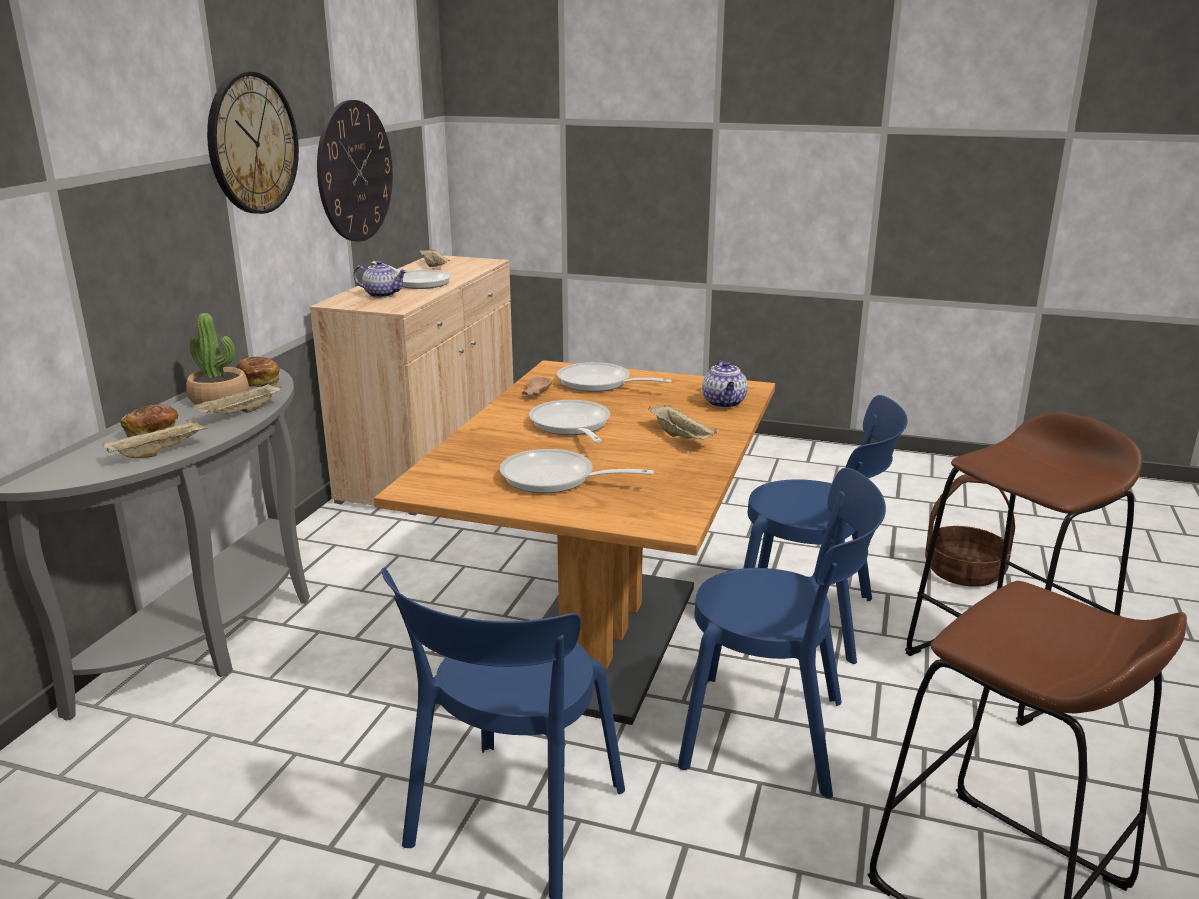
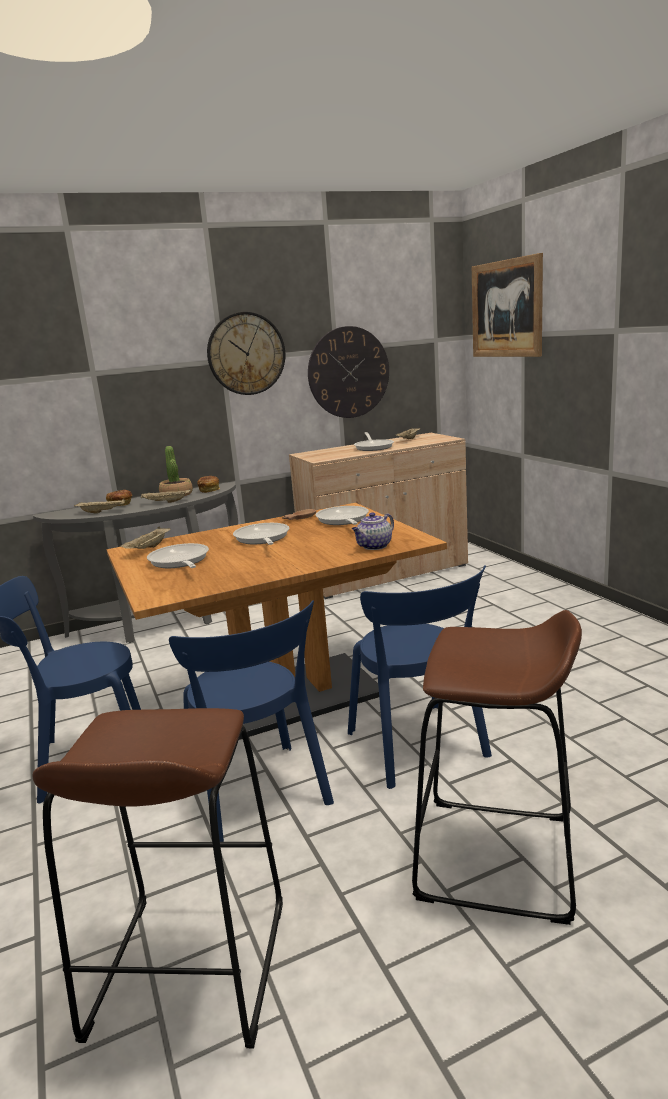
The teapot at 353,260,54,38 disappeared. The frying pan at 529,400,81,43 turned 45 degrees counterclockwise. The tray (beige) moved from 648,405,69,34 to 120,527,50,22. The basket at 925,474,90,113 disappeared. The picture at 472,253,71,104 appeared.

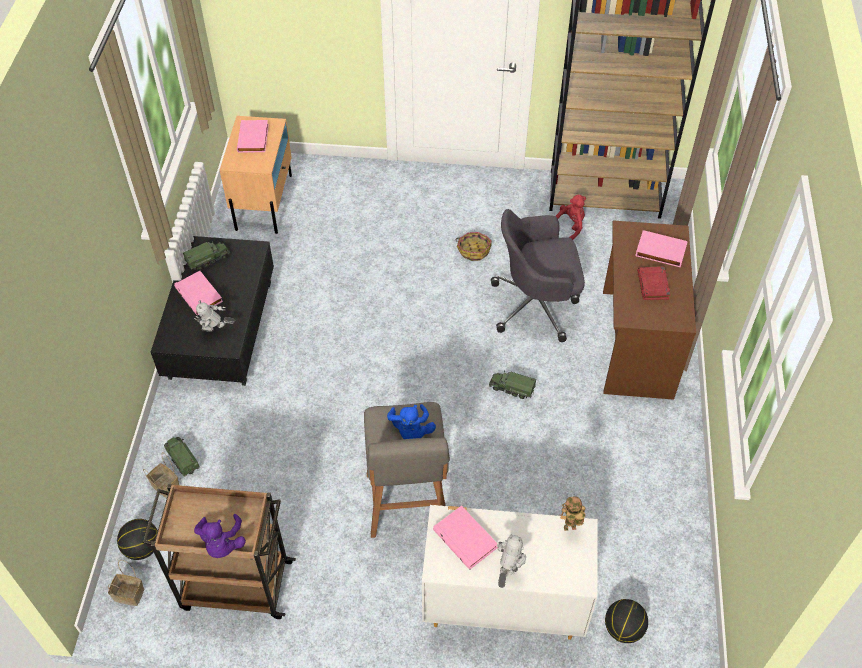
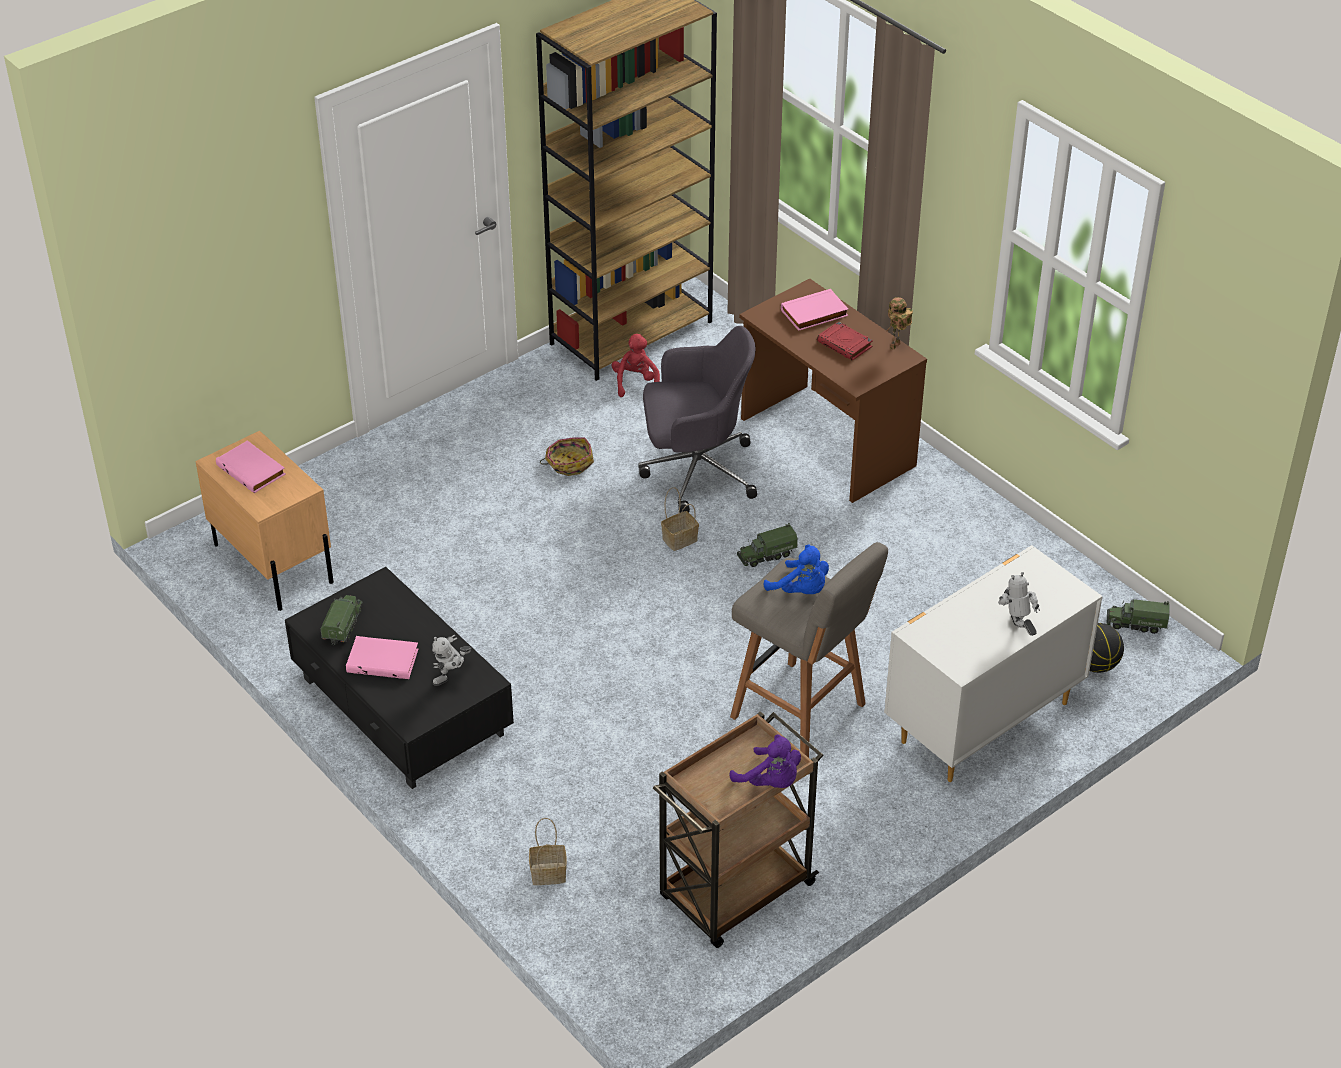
The office chair (grey) at 491,209,94,133 turned 135 degrees counterclockwise. The toy truck moved from 164,437,36,39 to 1107,599,63,35. The toy robot moved from 560,496,25,35 to 886,297,27,53. The book (pink) at 433,505,65,65 disappeared. The basketball at 117,519,41,41 disappeared. The basket moved from 108,560,36,46 to 661,487,38,64.

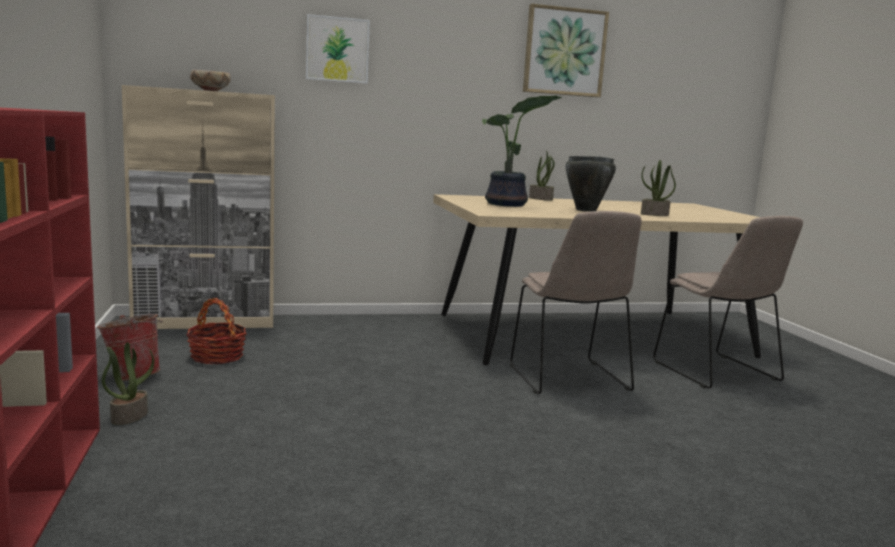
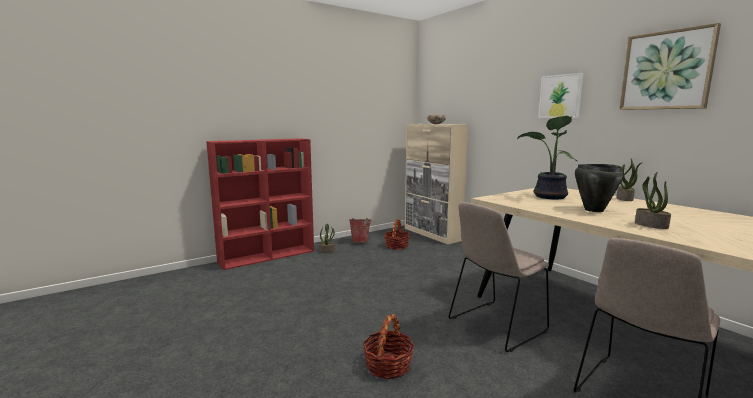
The picture moved from 306,14,64,70 to 538,73,45,45. The basket at 363,314,51,65 appeared.

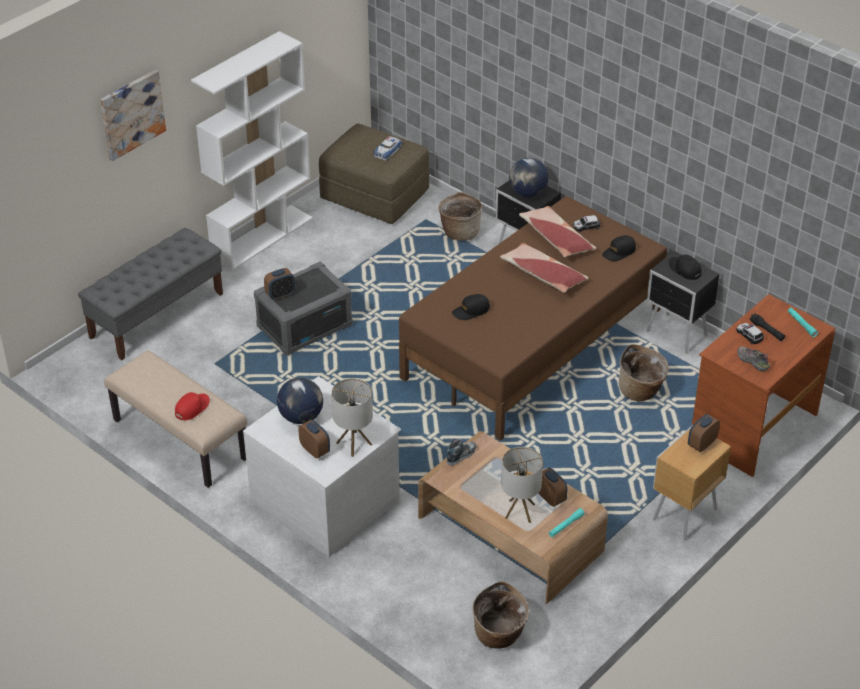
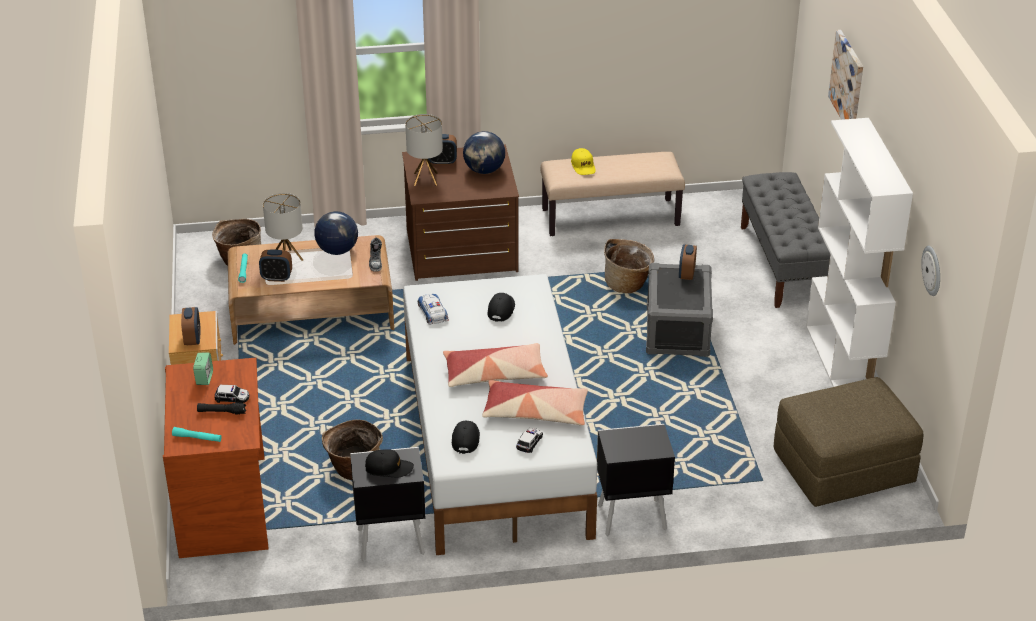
The toy car moved from 374,137,29,24 to 418,294,31,31. The globe moved from 509,158,40,39 to 314,211,44,44. The basket moved from 438,192,44,49 to 604,239,50,54. The bed (brown) at 399,196,268,245 became the bed (white) at 403,274,194,281. The shoe at 738,346,32,25 was replaced by the alarm clock at 193,353,20,32. The dresser (white) at 243,376,158,181 became the dresser (brown) at 402,144,117,137. The cap (red) at 175,392,35,29 became the cap (yellow) at 571,148,25,27. The wall clock at 921,246,19,50 appeared.

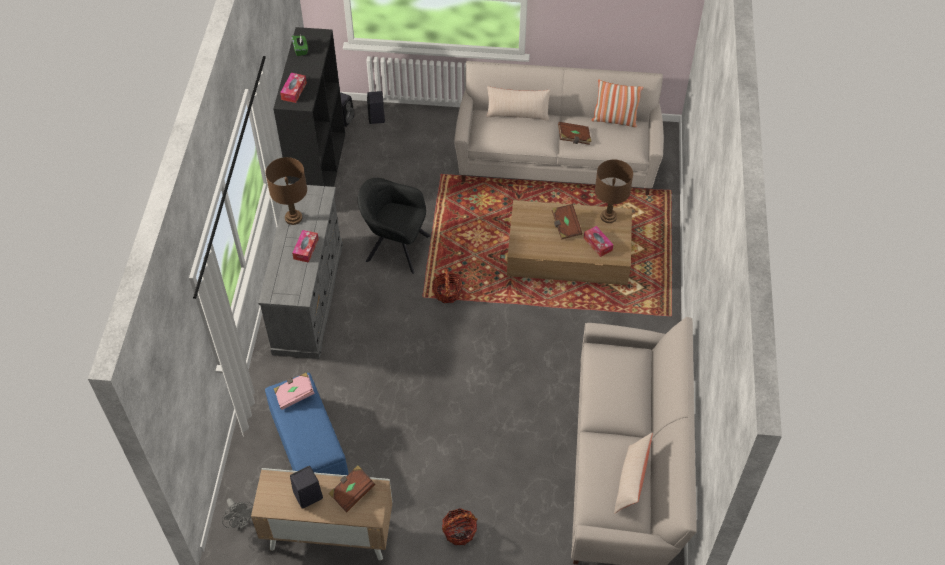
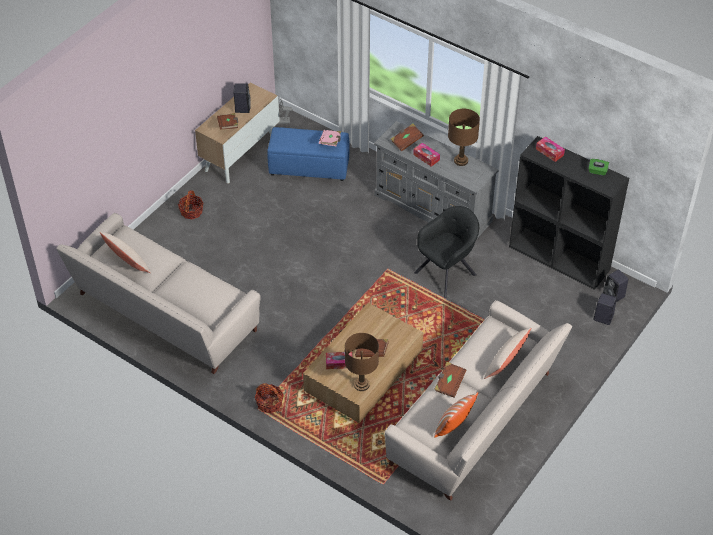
The basket moved from 432,269,31,34 to 255,384,28,29. The book (brown) at 391,124,33,27 appeared.

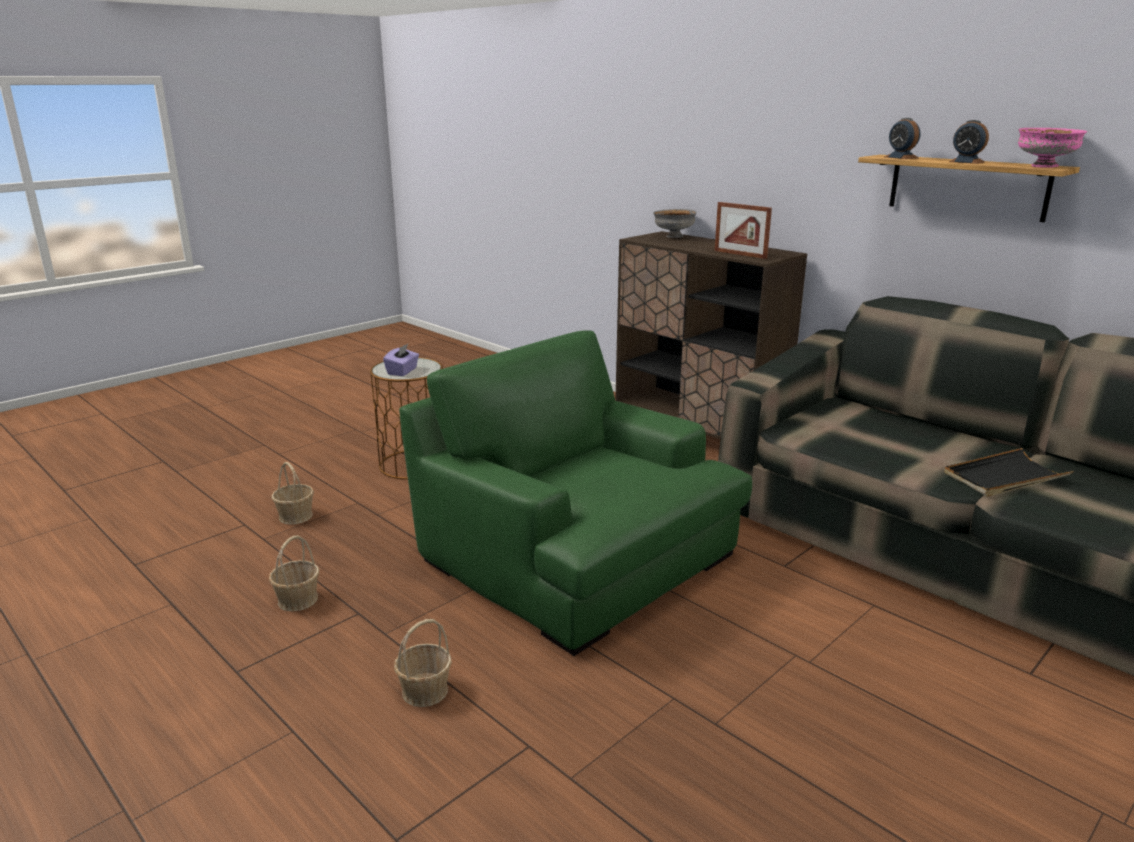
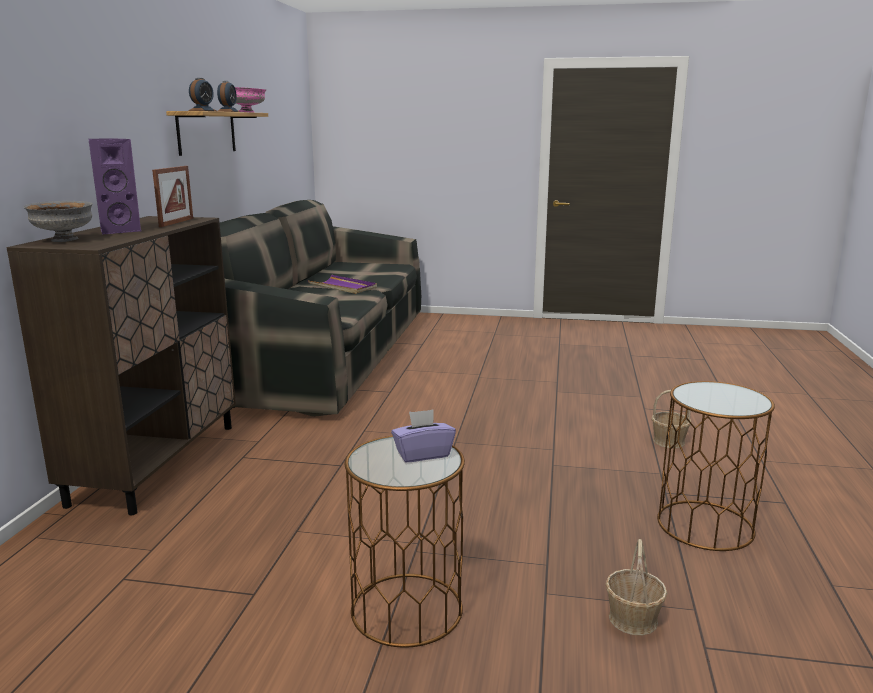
The armchair (green) at 399,330,353,326 disappeared. The tray (black) at 944,448,130,49 became the tray (purple) at 308,275,69,19. The basket at 269,535,50,76 was replaced by the side table (brown) at 657,381,118,170. The speaker (purple) at 88,138,53,97 appeared.

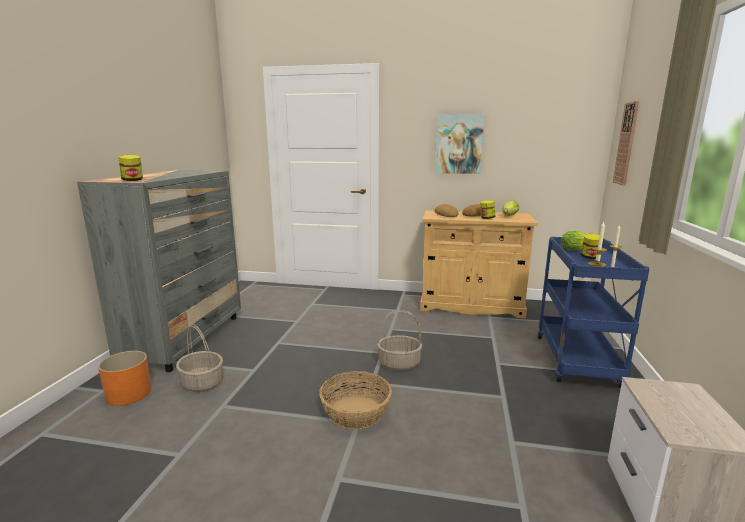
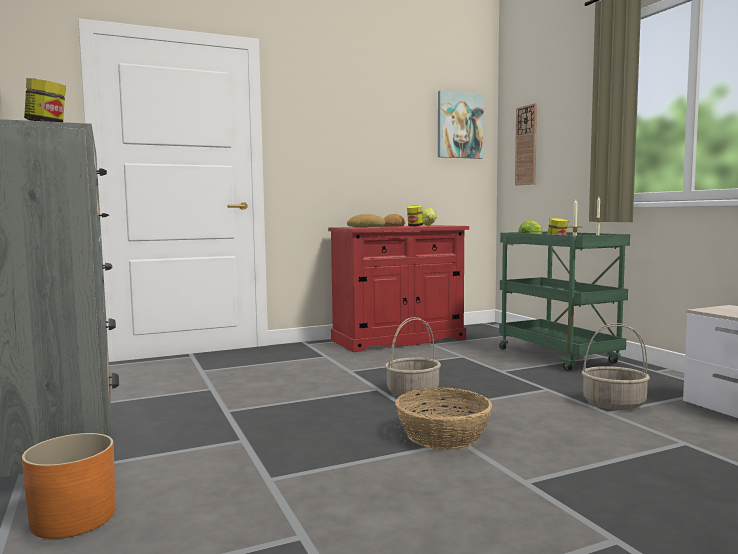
The picture moved from 435,114,50,60 to 438,90,46,69. The cabinet (beige) at 420,210,118,109 became the cabinet (red) at 328,225,141,127. The cart (blue) at 537,237,112,151 became the cart (green) at 499,231,131,140. The basket moved from 176,324,47,68 to 582,323,68,87.

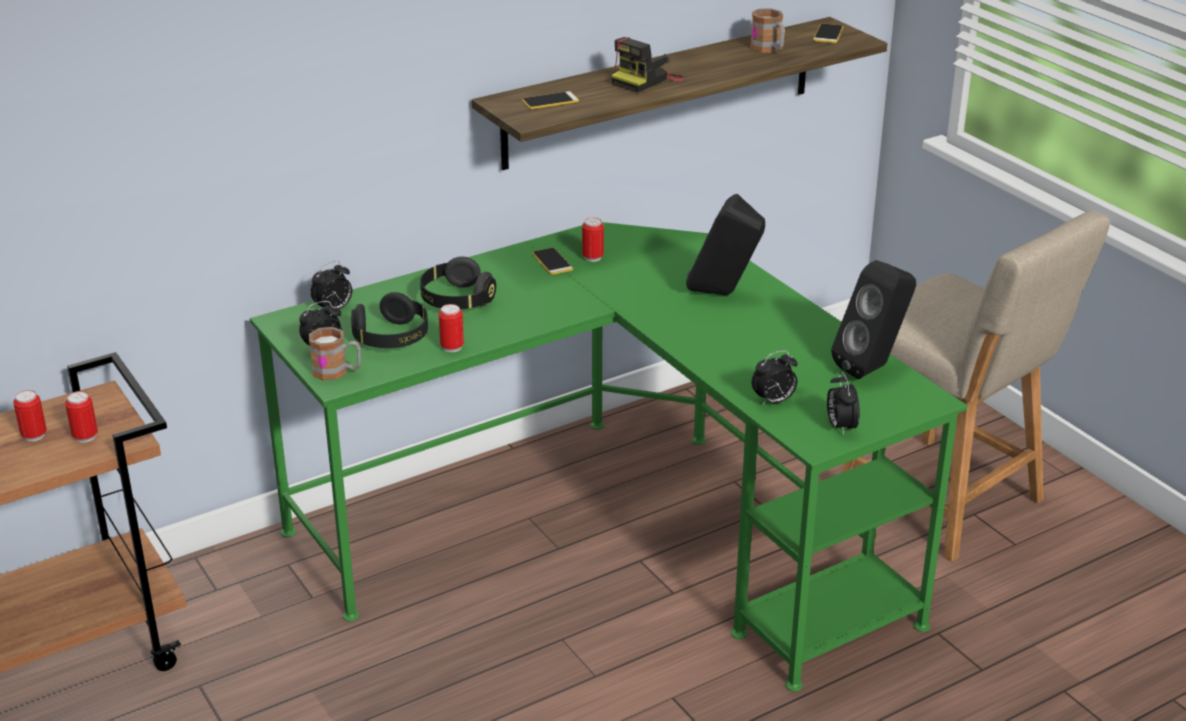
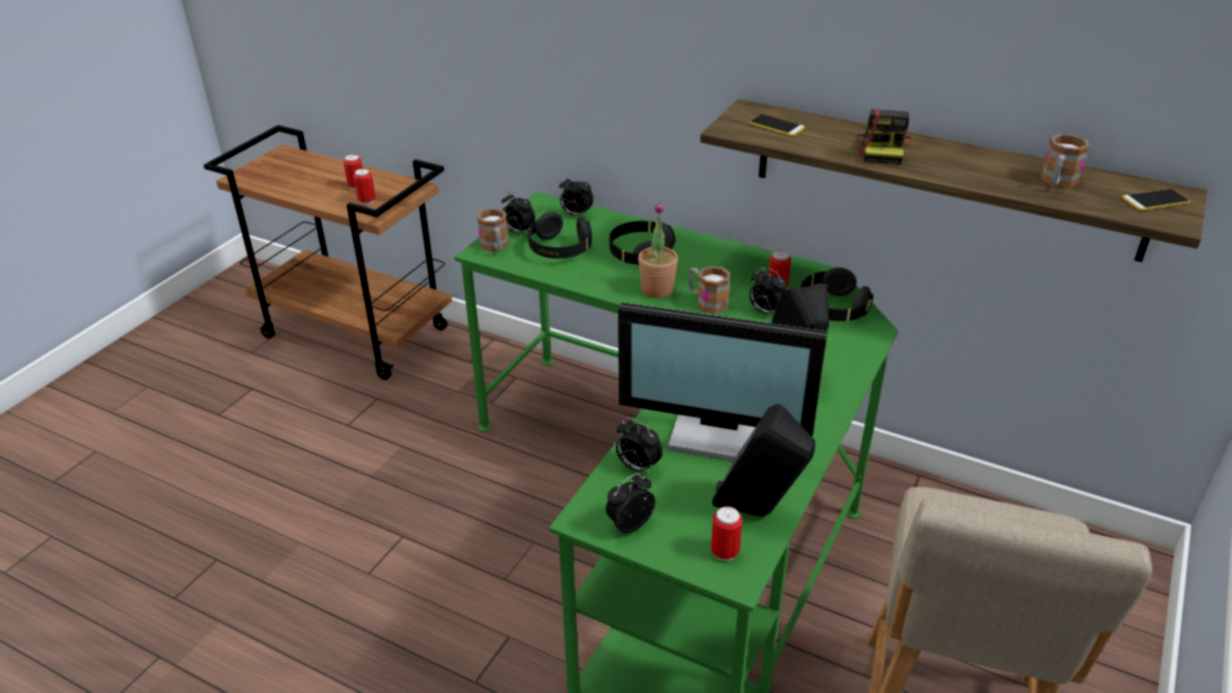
The photo camera at 611,37,73,55 turned 90 degrees counterclockwise. The phone at 532,248,41,27 disappeared. The can moved from 438,304,26,48 to 711,506,31,55. The potted plant at 638,201,40,97 appeared. The mug at 688,266,43,48 appeared. The alarm clock at 749,267,39,46 appeared. The headphones (black) at 800,268,73,53 appeared. The monitor at 618,302,210,159 appeared.

